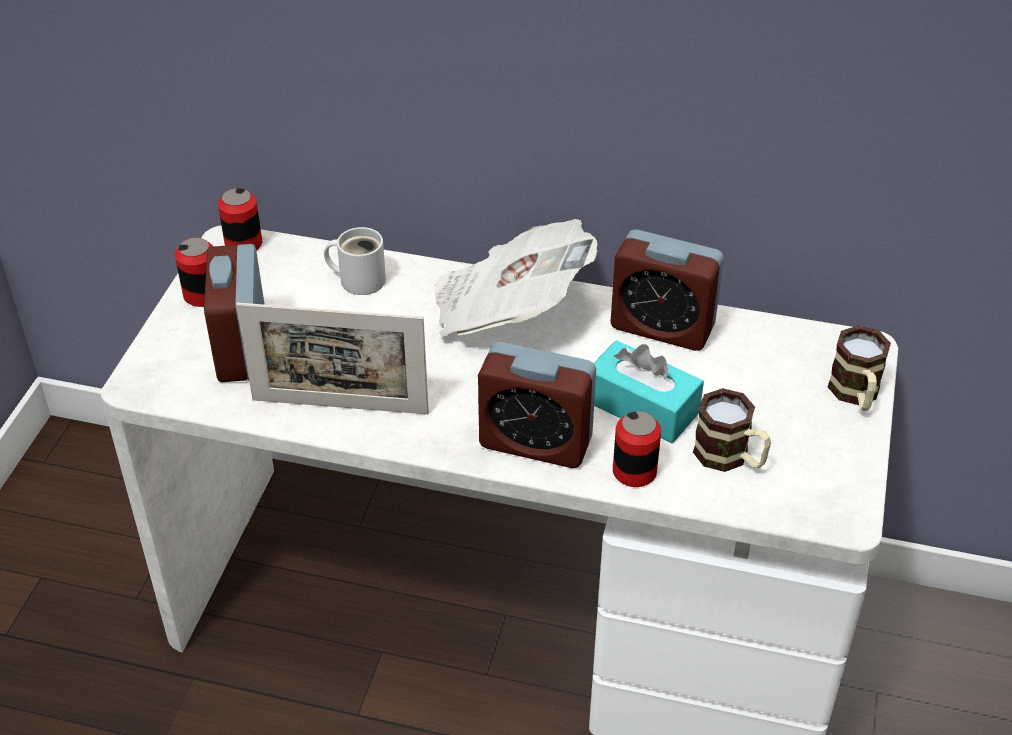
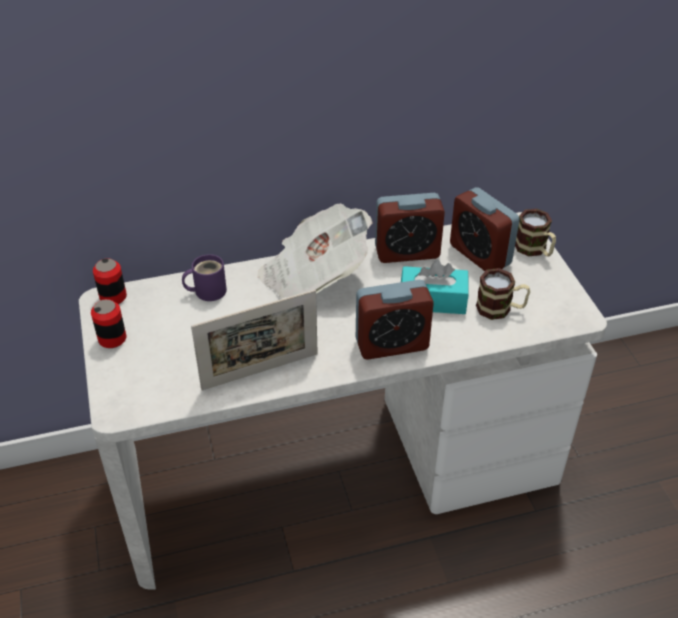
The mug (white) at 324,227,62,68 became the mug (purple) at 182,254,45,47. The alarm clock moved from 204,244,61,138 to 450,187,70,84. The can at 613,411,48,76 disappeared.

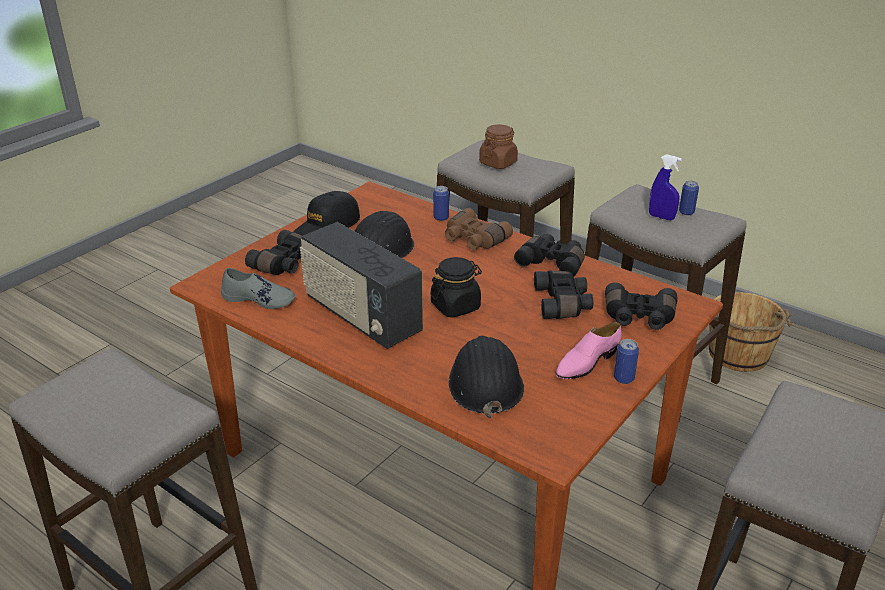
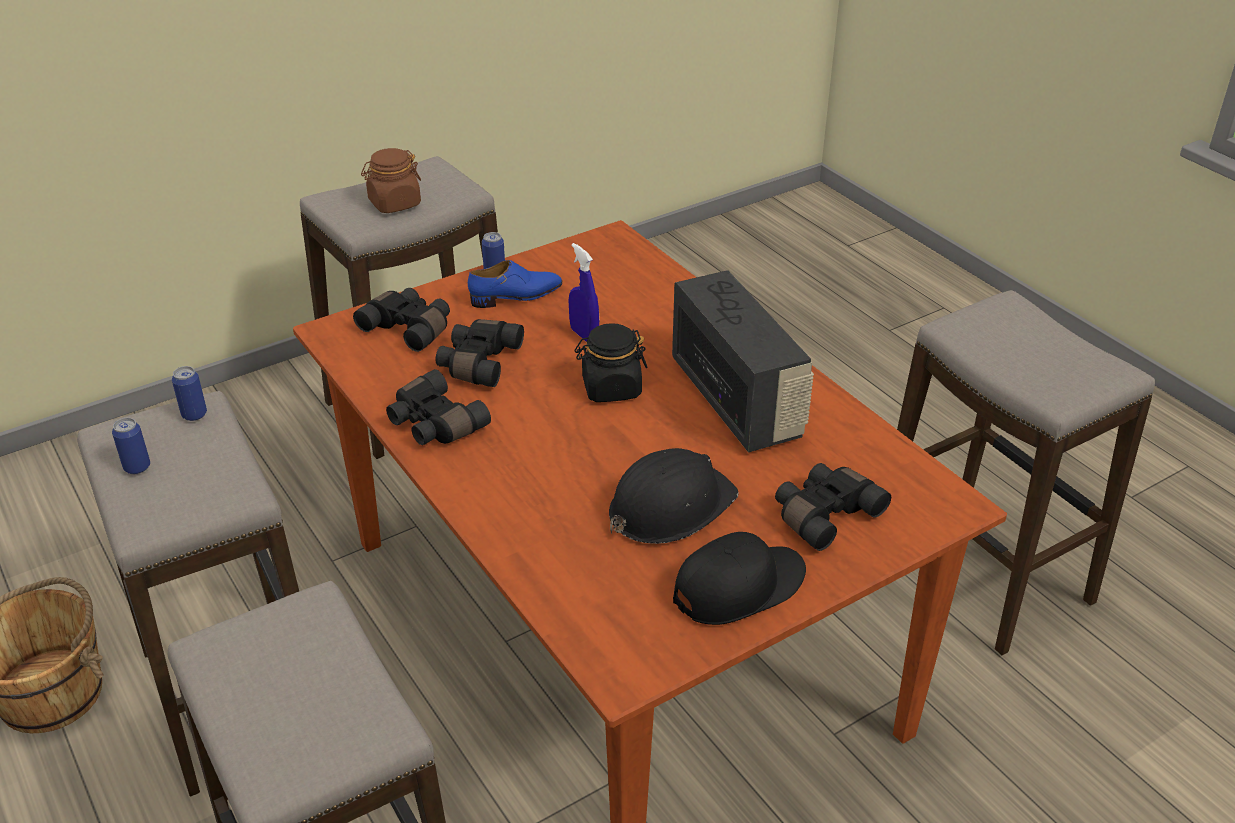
The jar (brown) moved from 479,124,39,45 to 361,148,60,65. The spray bottle (blue) moved from 649,154,33,66 to 569,243,30,99. The can moved from 433,186,16,35 to 172,366,35,55. The binoculars (brown) at 445,208,68,42 disappeared. The shoe (grey) at 221,268,75,41 disappeared. The shoe (pink) at 555,322,67,57 became the shoe (blue) at 468,260,95,48. The hard hat (black) at 449,336,75,82 disappeared.

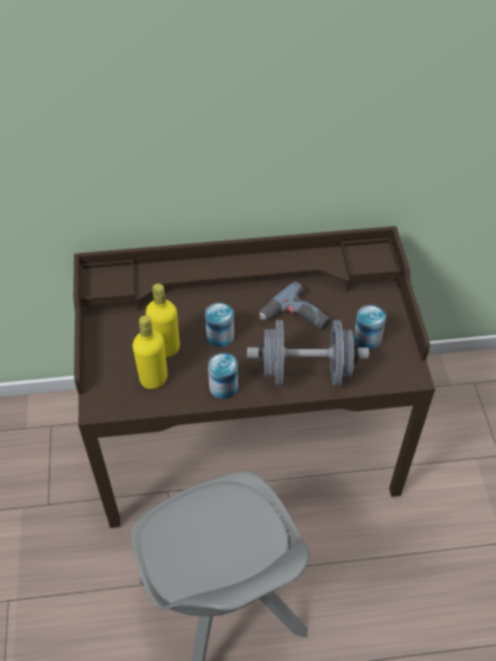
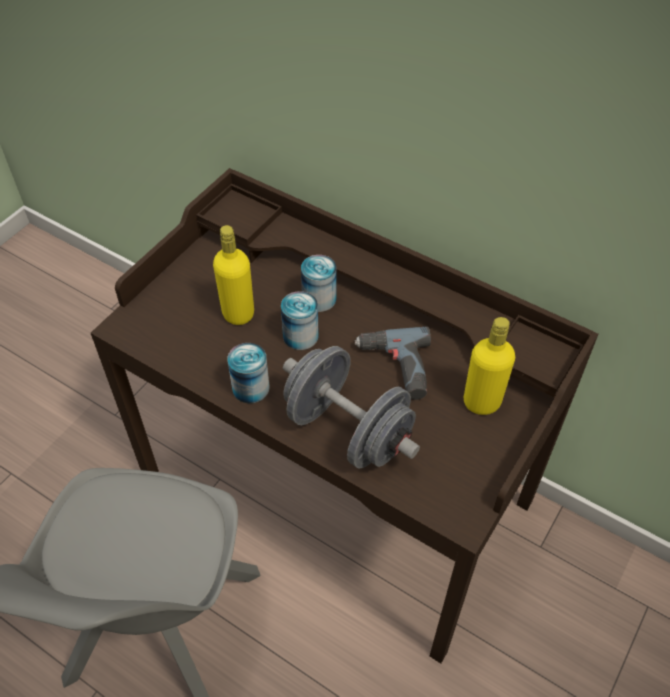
The can moved from 354,305,32,45 to 301,255,35,57. The bottle (yellow) moved from 133,315,35,74 to 464,317,51,98.

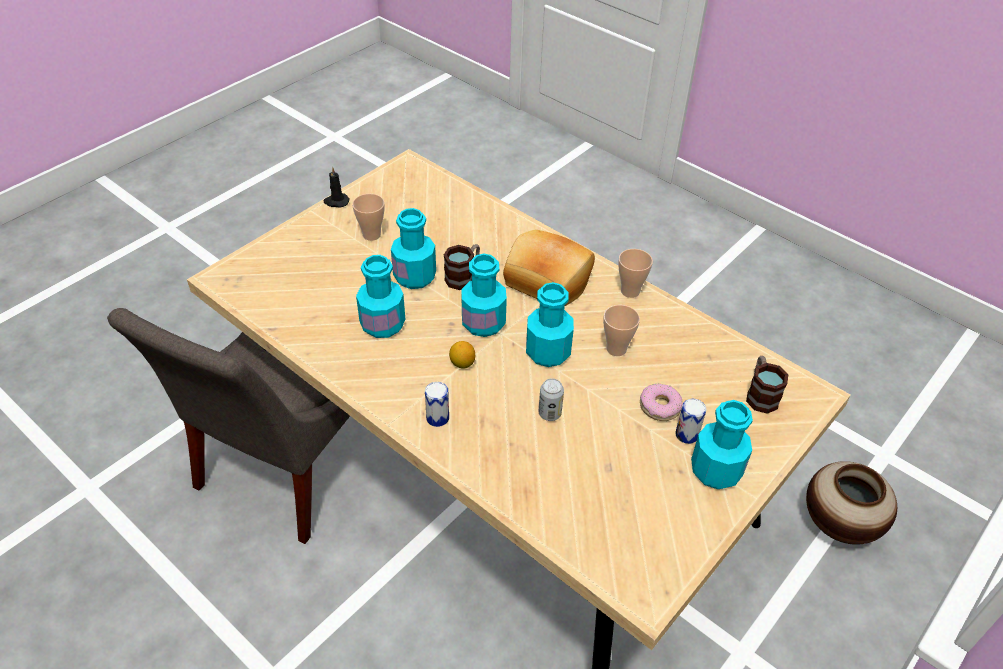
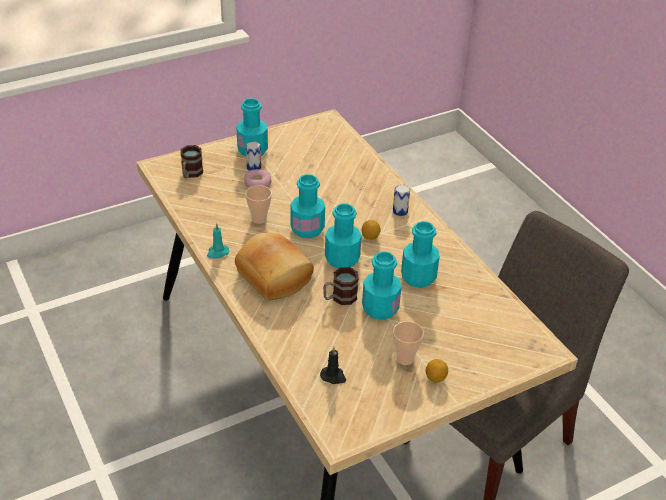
The candle (black) moved from 324,167,26,41 to 320,347,26,37. The cup at 618,249,35,49 was replaced by the candle (turquoise) at 207,223,22,36. The can at 539,378,25,43 disappeared. The vase at 806,461,91,84 disappeared. The lemon at 426,359,22,24 appeared.

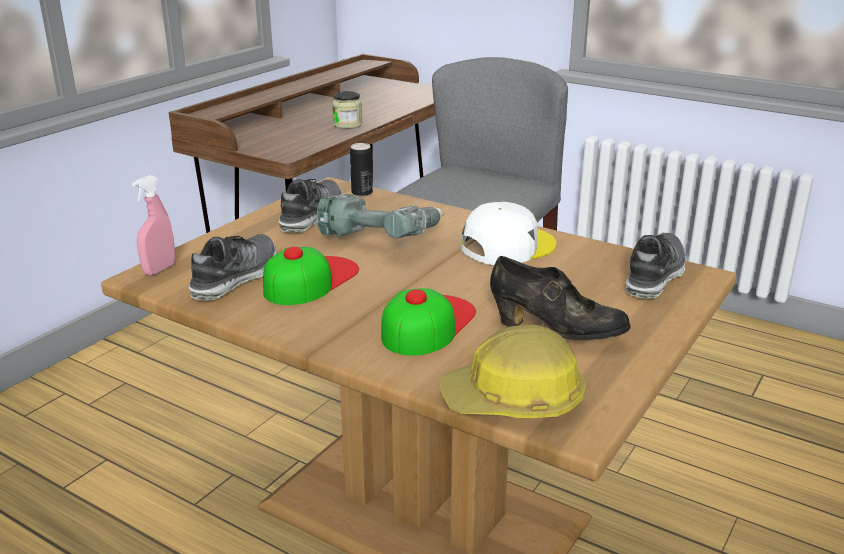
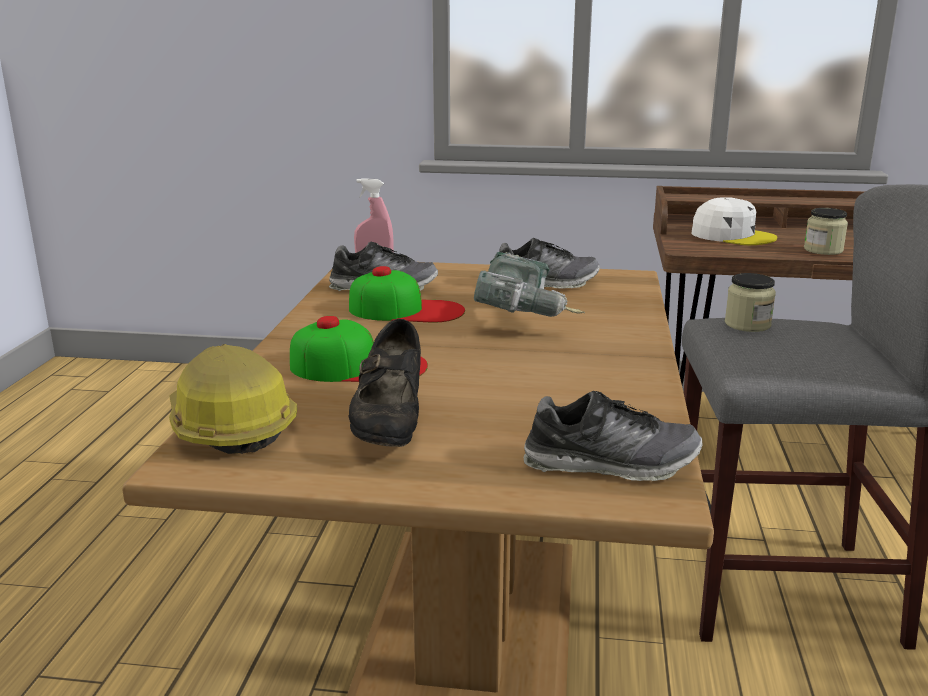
The can at 350,143,23,53 disappeared. The cap (white) moved from 461,202,95,63 to 692,197,85,48. The jar at 725,273,51,59 appeared.

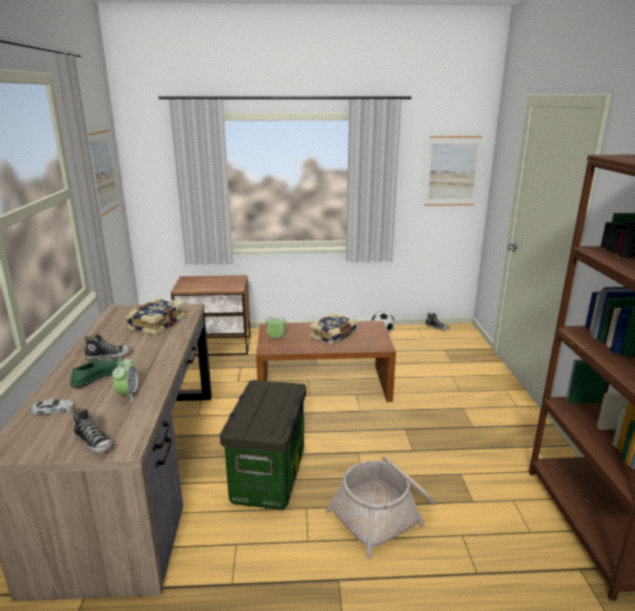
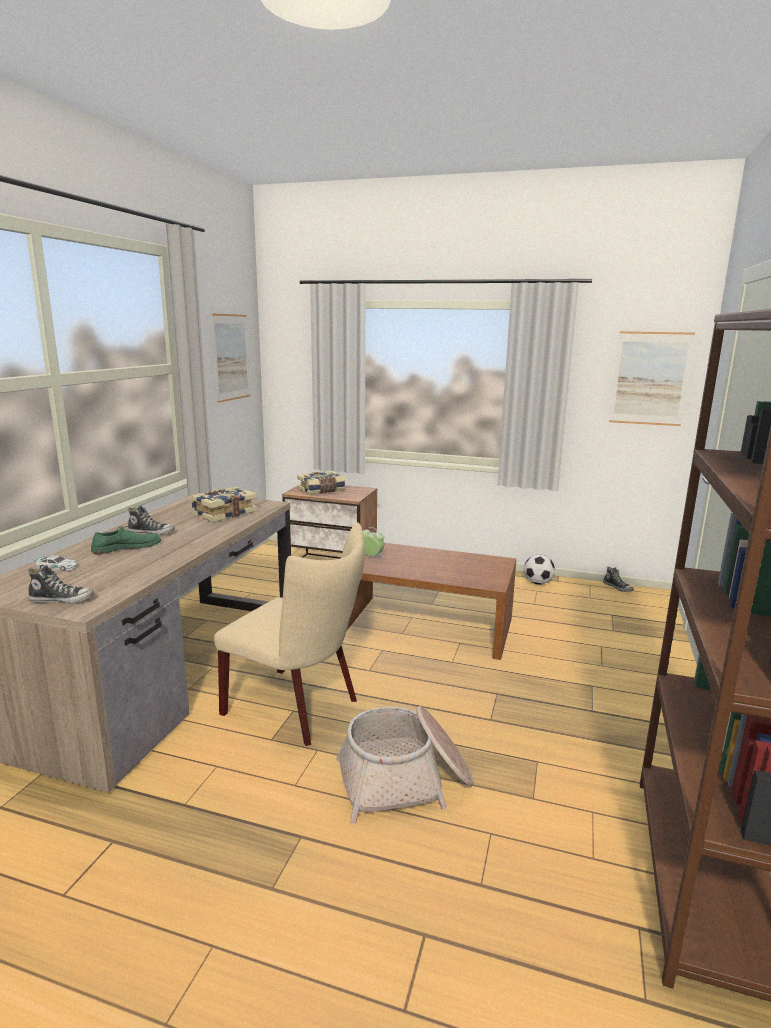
The book moved from 310,313,47,32 to 297,471,49,24. The alarm clock at 112,357,29,46 disappeared. The storage box at 220,380,86,130 was replaced by the chair (beige) at 214,522,151,224. The shoe at 73,408,41,45 turned 60 degrees counterclockwise.

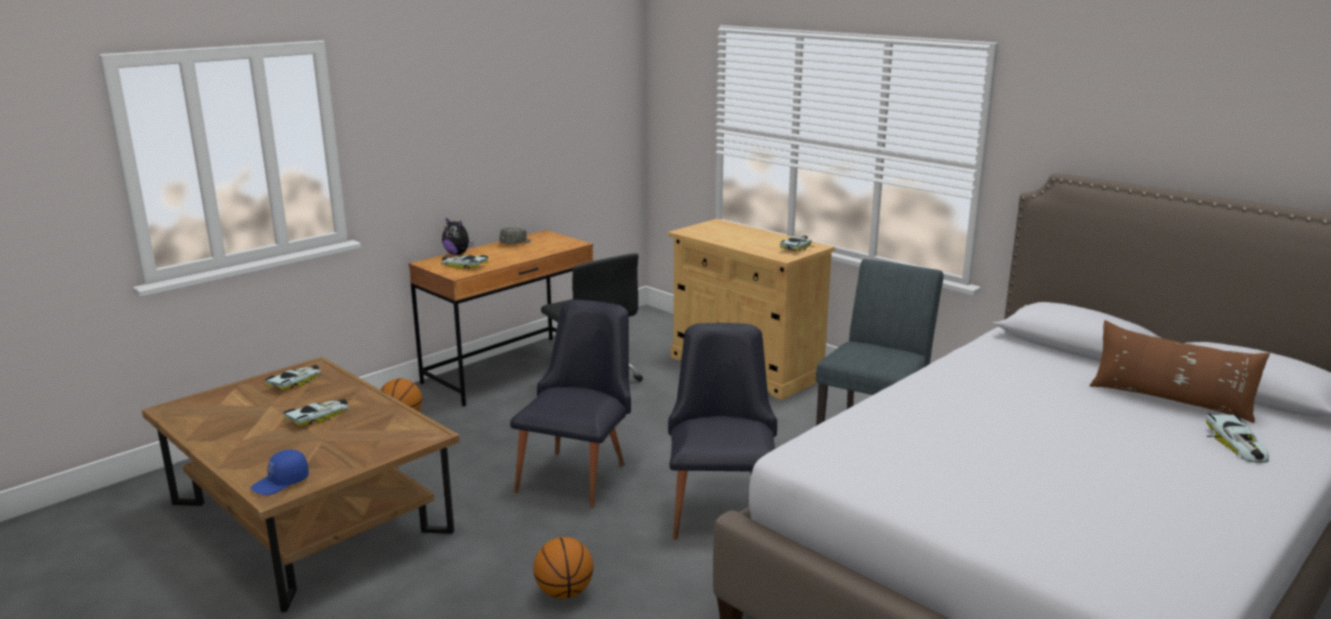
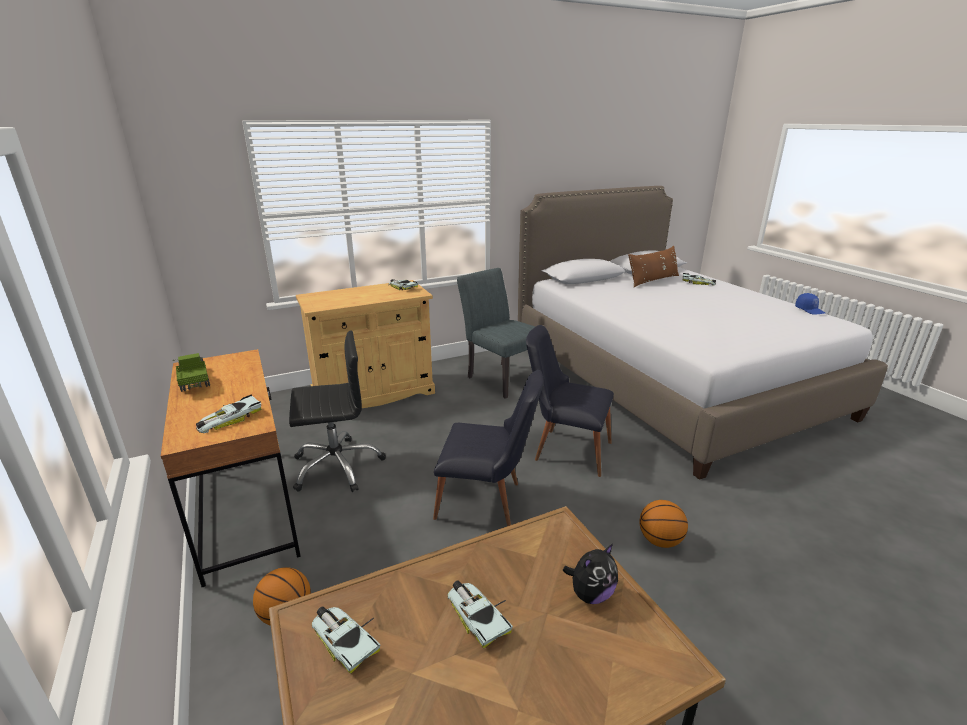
The plush toy moved from 442,218,32,37 to 563,544,55,60. The cap (grey) at 500,228,31,16 was replaced by the toy truck at 173,353,37,39. The chair (black) at 510,300,121,208 turned 150 degrees clockwise. The cap (blue) moved from 251,450,58,45 to 795,293,30,22.

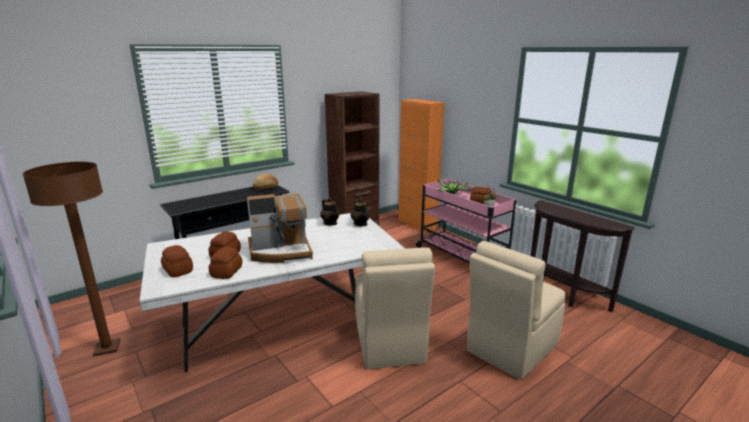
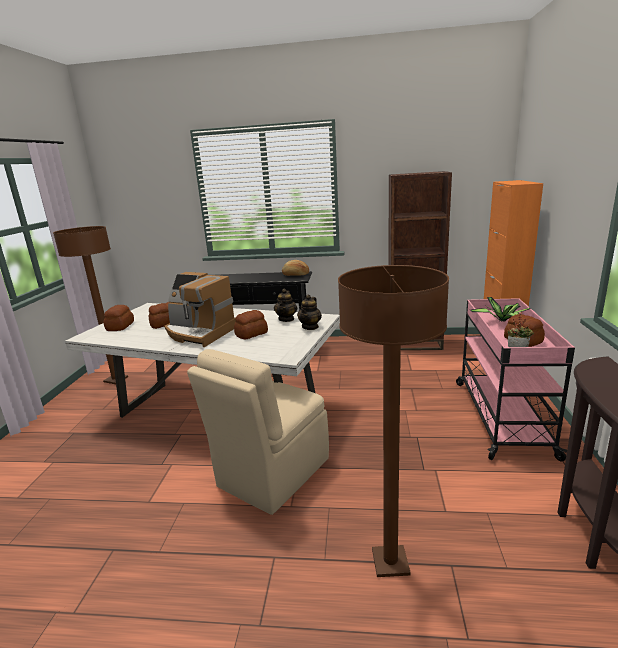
The chair (beige) at 467,241,99,139 was replaced by the floor lamp (brown) at 338,265,111,312. The bread moved from 209,247,33,32 to 234,310,34,30.

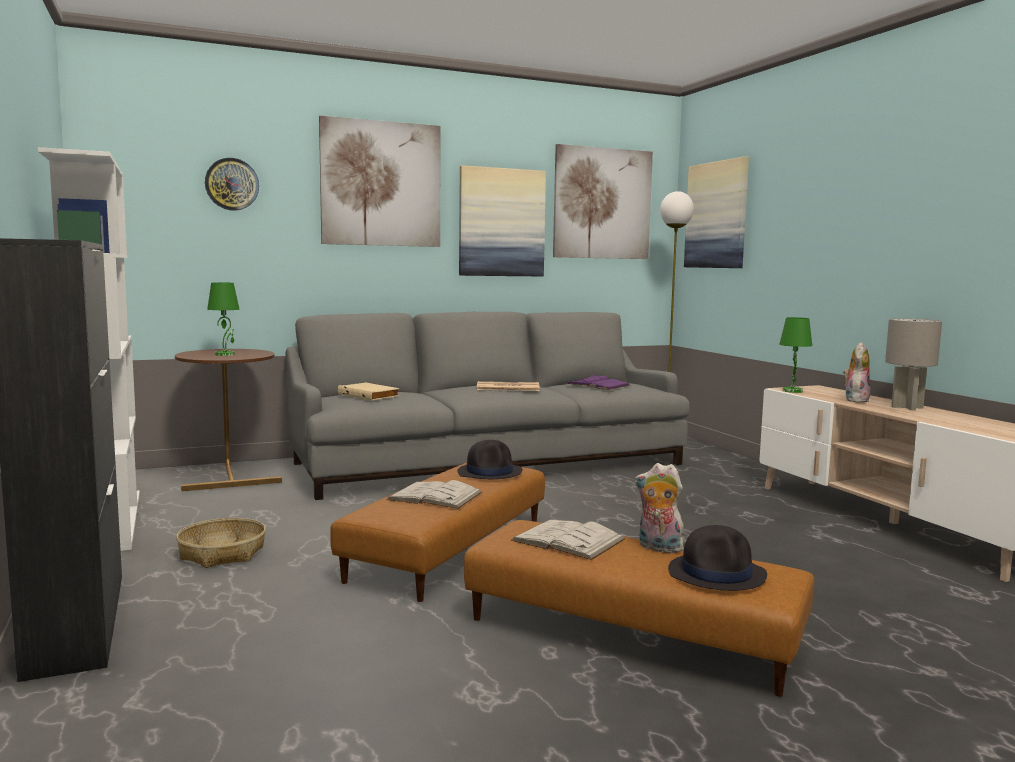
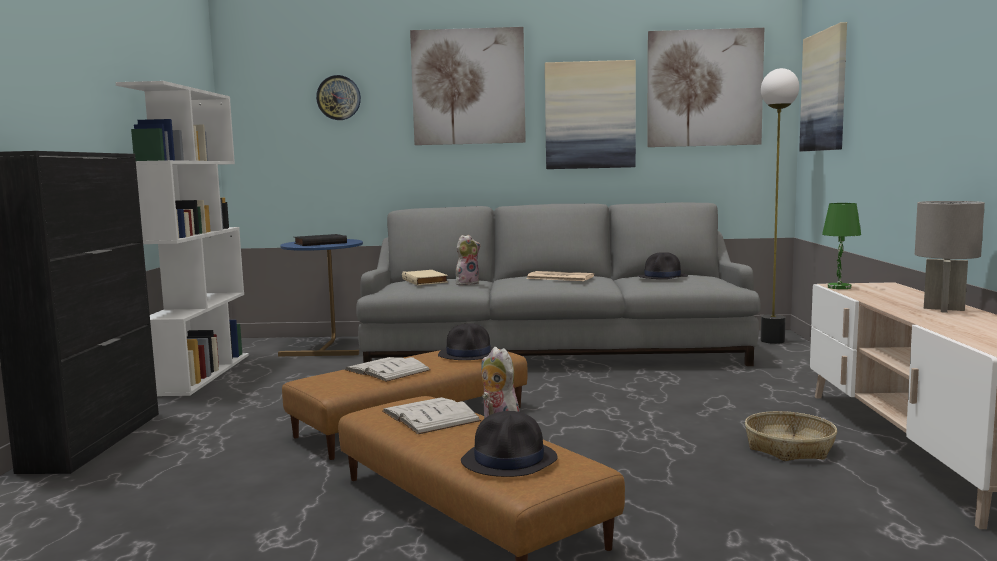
The table lamp (green) at 207,283,32,73 was replaced by the book (black) at 294,234,53,12. The plush toy moved from 843,342,27,61 to 456,235,25,50. The side table (brown) at 175,349,107,142 became the side table (blue) at 278,239,85,117. The book (purple) at 566,375,64,15 was replaced by the hat (black) at 637,252,51,27. The basket moved from 176,518,90,50 to 745,411,92,50.

